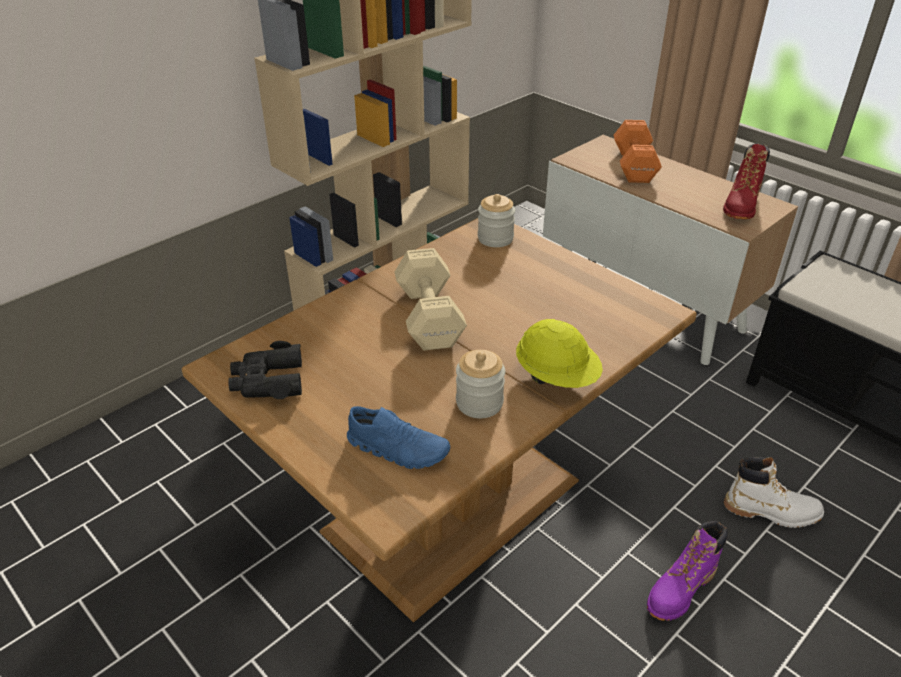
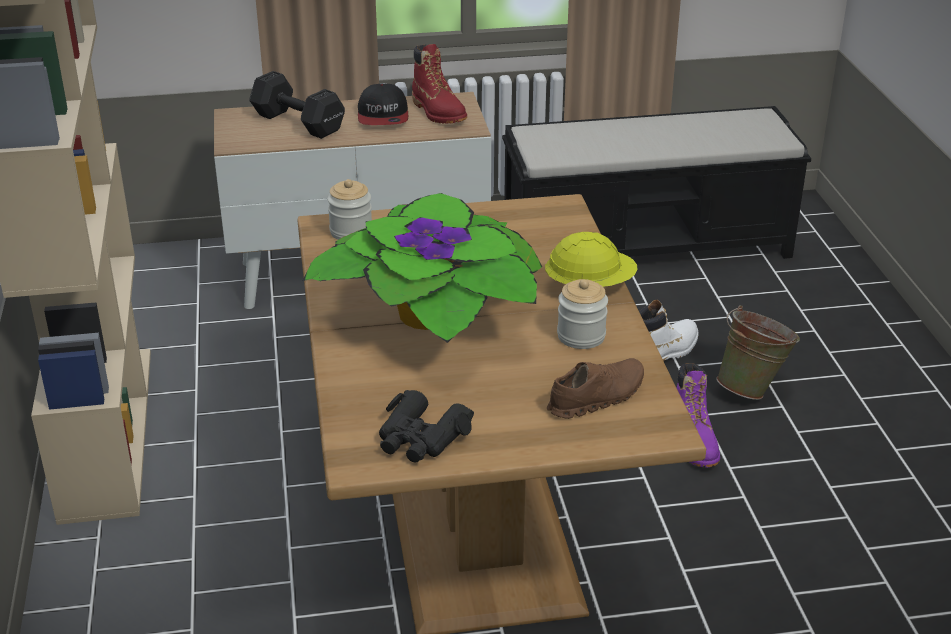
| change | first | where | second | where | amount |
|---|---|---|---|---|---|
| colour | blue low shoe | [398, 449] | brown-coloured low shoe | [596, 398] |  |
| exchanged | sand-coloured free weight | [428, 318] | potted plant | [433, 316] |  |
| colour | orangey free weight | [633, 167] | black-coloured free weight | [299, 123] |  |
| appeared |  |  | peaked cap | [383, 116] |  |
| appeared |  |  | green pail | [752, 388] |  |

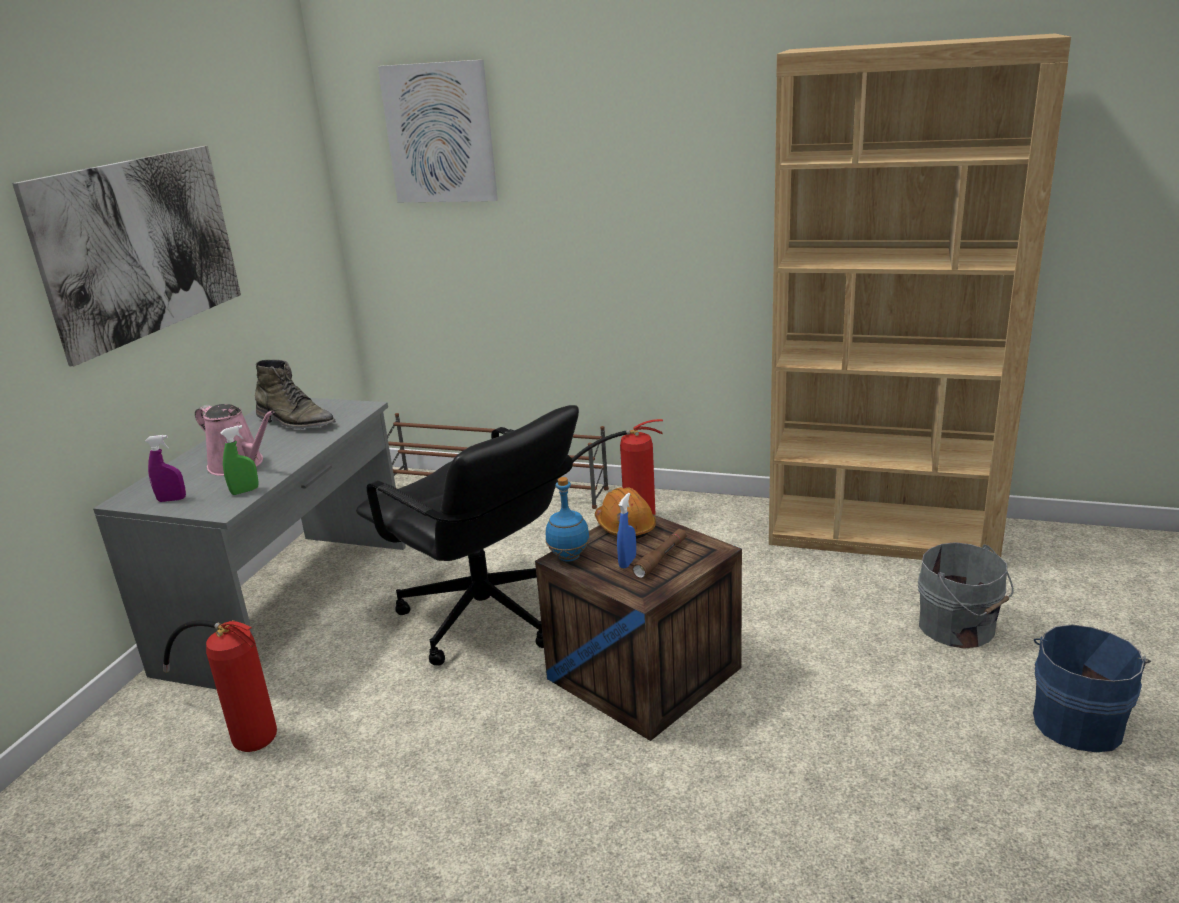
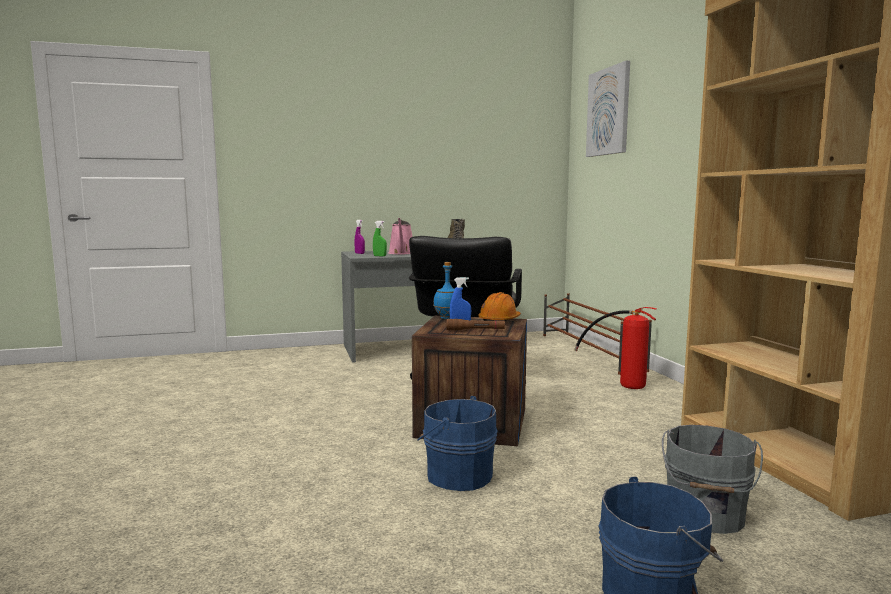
| change | first | where | second | where | amount |
|---|---|---|---|---|---|
| missing | picture | [141, 247] |  |  |  |
| missing | fire-fighting cylinder | [239, 730] |  |  |  |
| appeared |  |  | blue pail | [457, 475] |  |

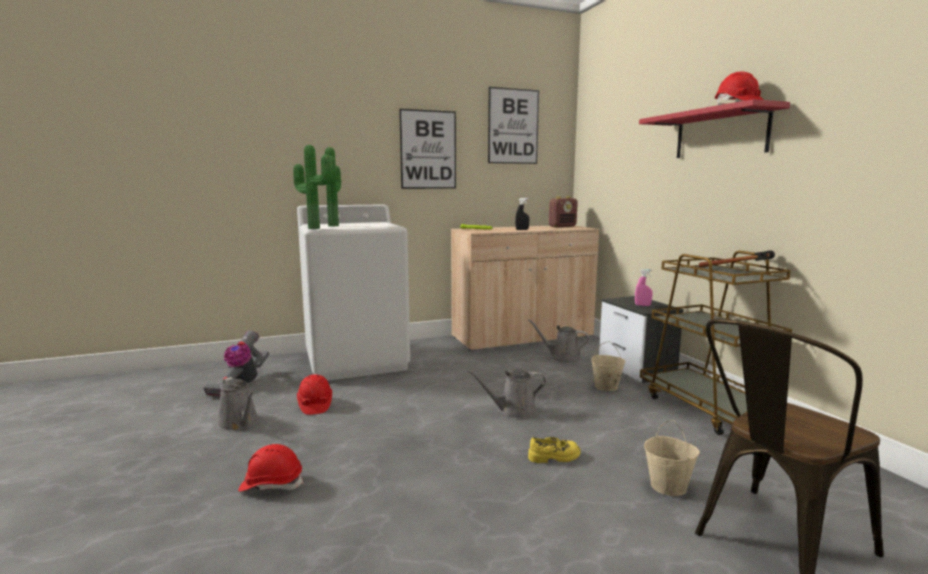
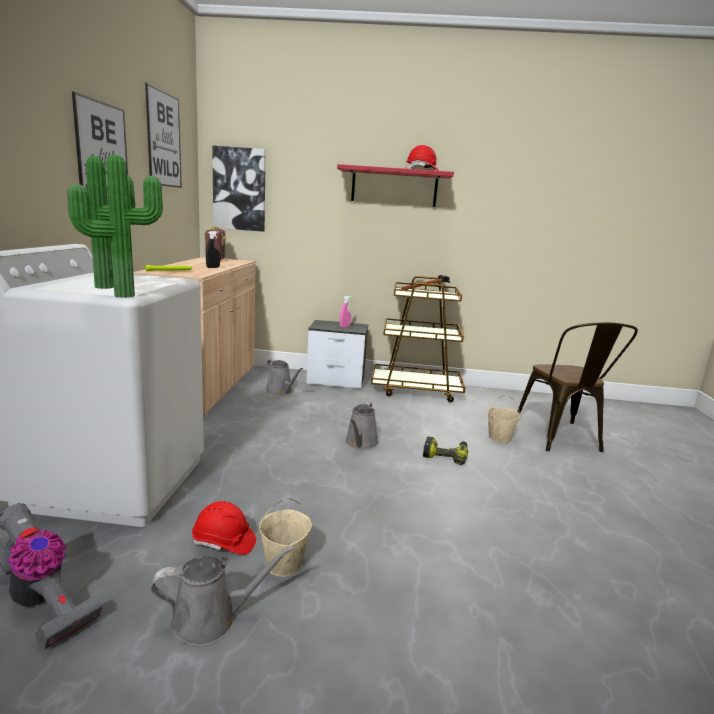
| change | first | where | second | where | amount |
|---|---|---|---|---|---|
| missing | red work helmet | [271, 484] |  |  |  |
| spun | gray sprinkling can | [562, 358] |  | [281, 391] | 90 degrees counterclockwise |
| exchanged | yellow low shoe | [554, 457] | electric drill | [445, 455] |  |
| relocated | sand-coloured pail | [606, 387] |  | [284, 564] |  |
| appeared |  |  | picture | [239, 189] |  |

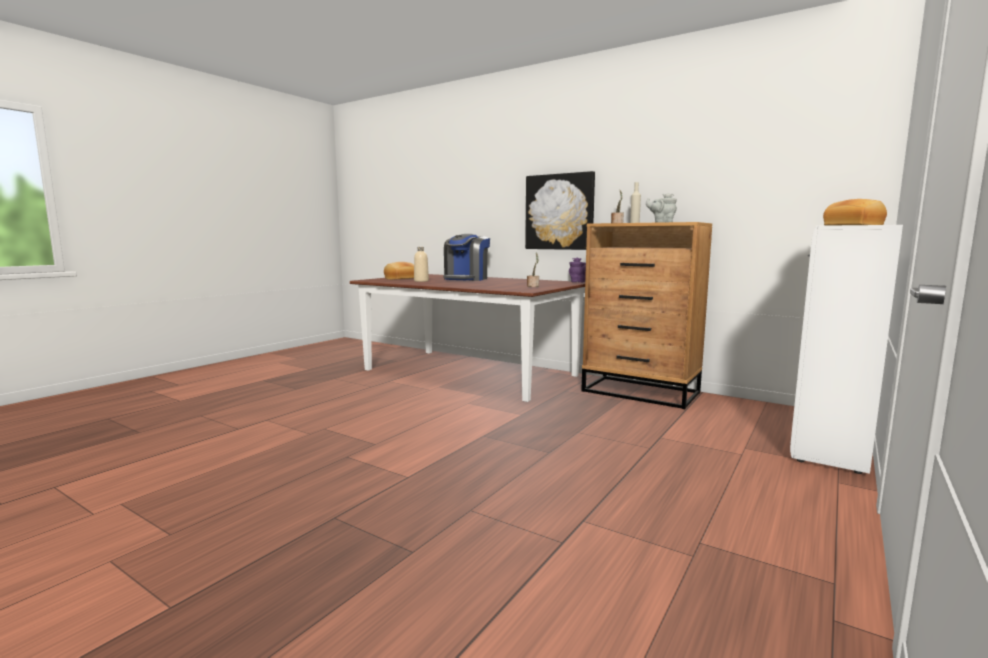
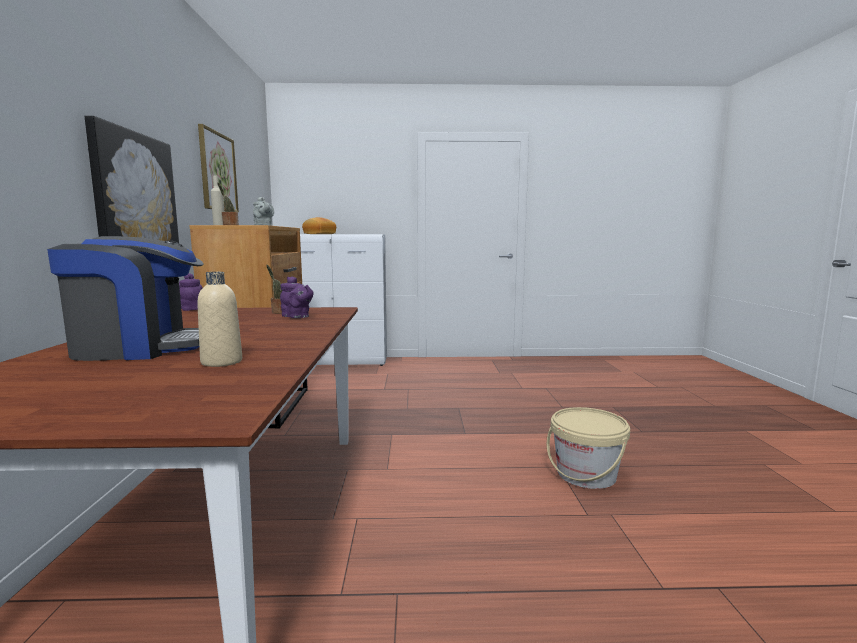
| change | first | where | second | where | amount |
|---|---|---|---|---|---|
| missing | bakery bread | [401, 278] |  |  |  |
| appeared |  |  | picture | [217, 172] |  |
| appeared |  |  | purplish teapot | [297, 317] |  |
| appeared |  |  | sand-coloured pail | [586, 474] |  |

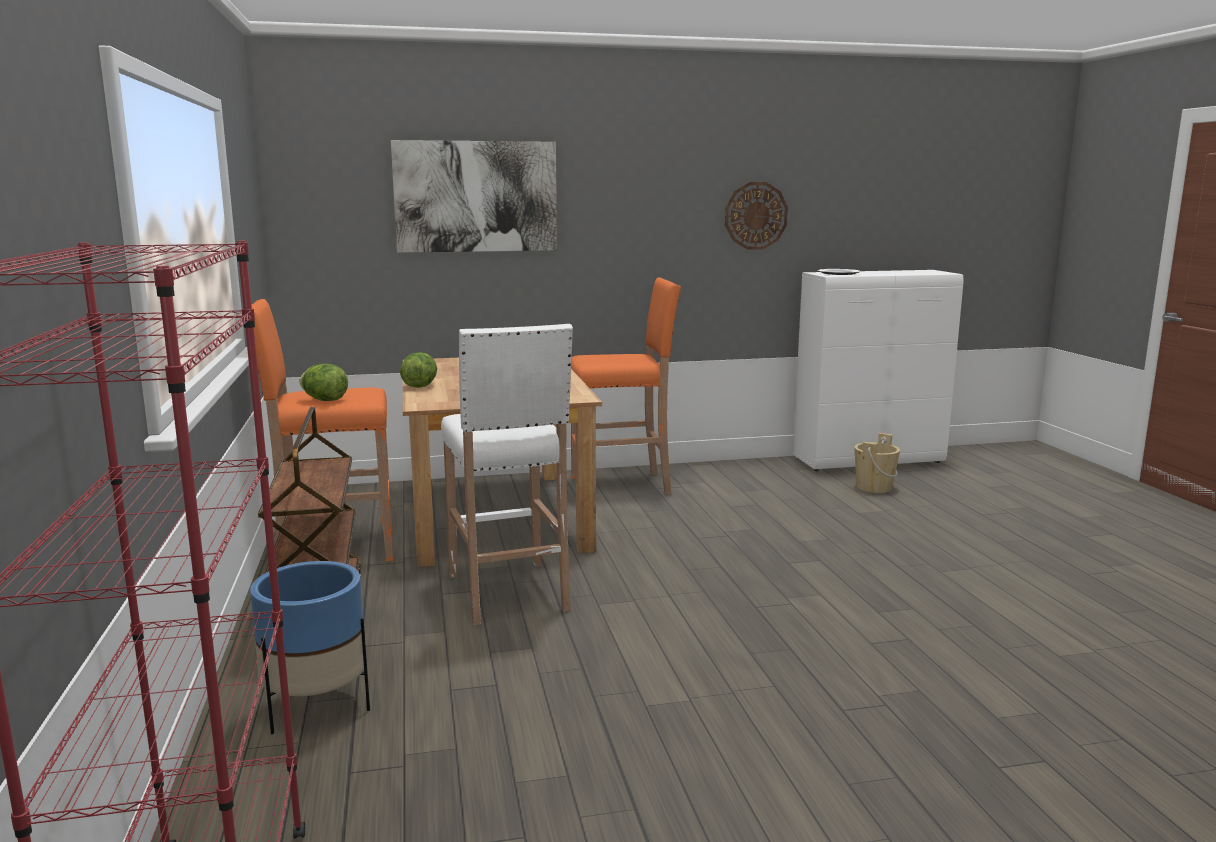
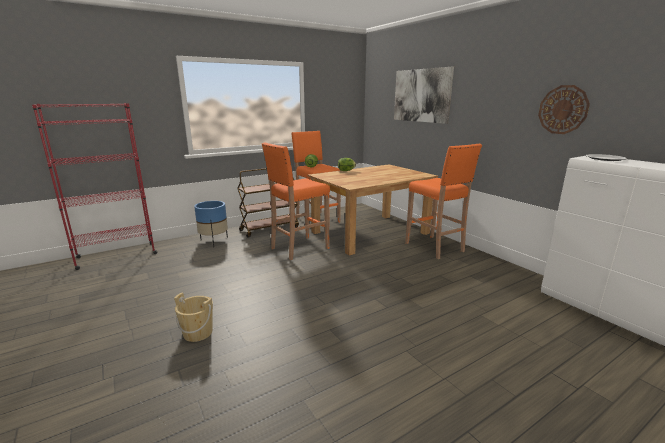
| change | first | where | second | where | amount |
|---|---|---|---|---|---|
| colour | whitish stool seat | [508, 593] | orangey stool seat | [298, 248] |  |
| relocated | sand-coloured pail | [874, 487] |  | [198, 333] |  |

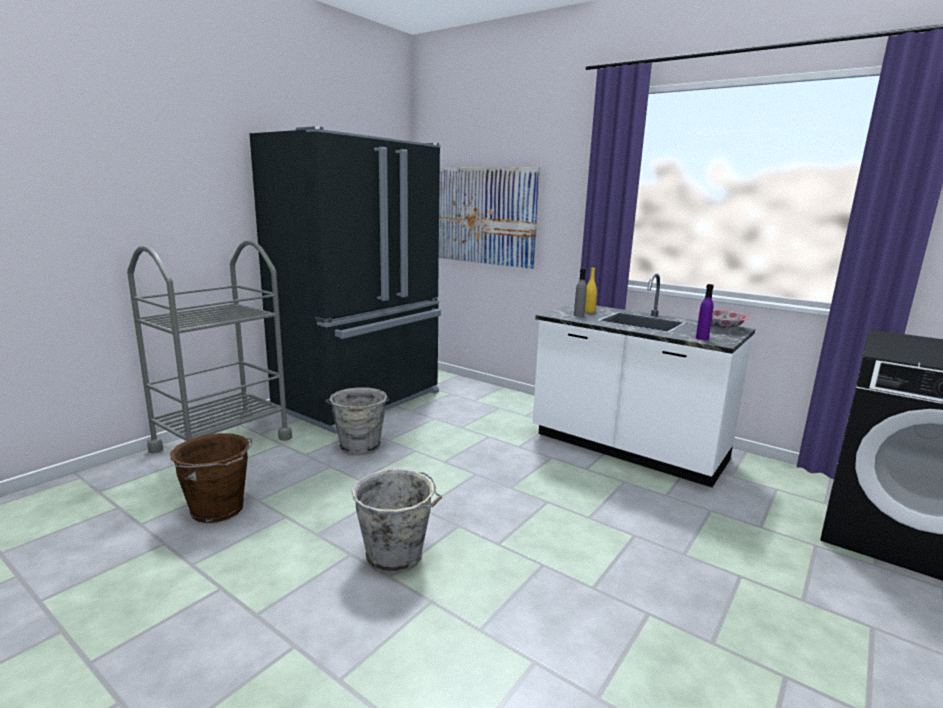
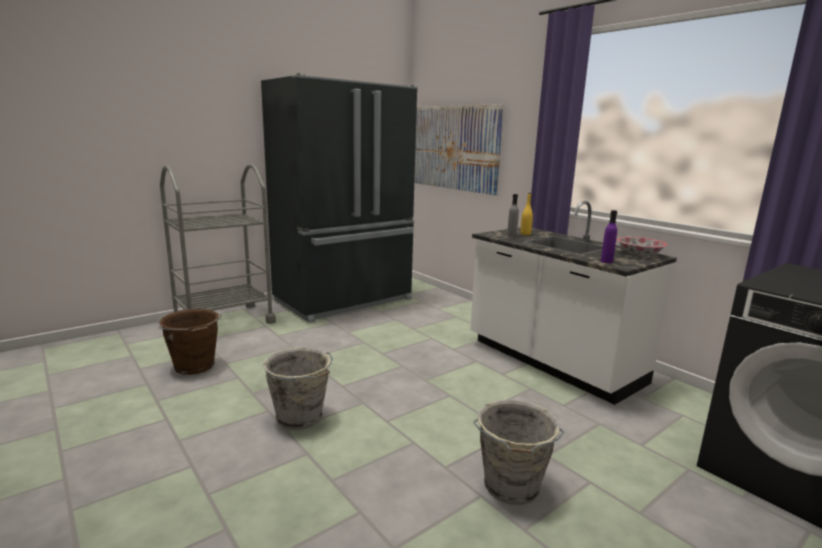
| change | first | where | second | where | amount |
|---|---|---|---|---|---|
| relocated | gray pail | [359, 447] |  | [511, 487] |  |

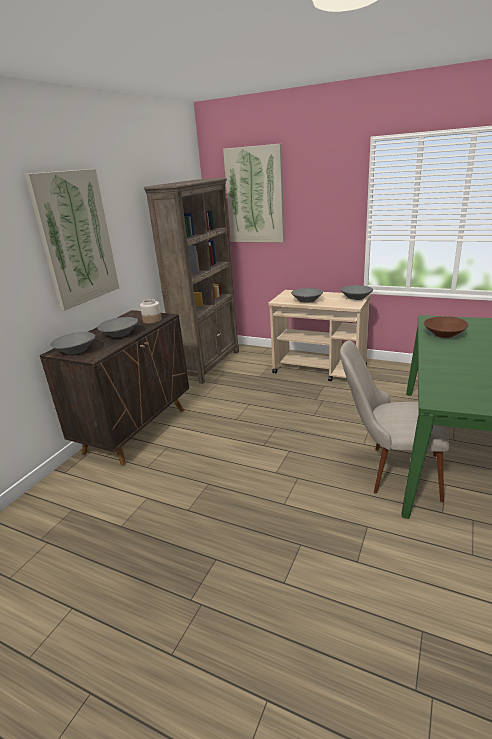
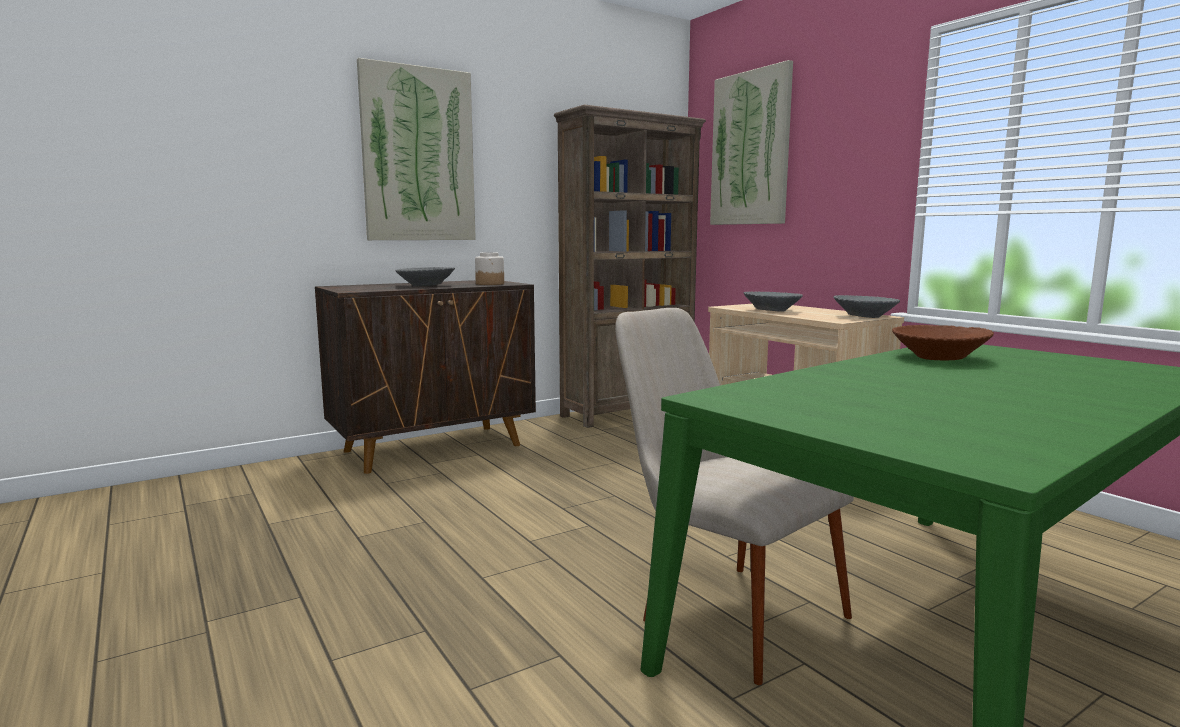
| change | first | where | second | where | amount |
|---|---|---|---|---|---|
| missing | gray serving bowl | [75, 351] |  |  |  |

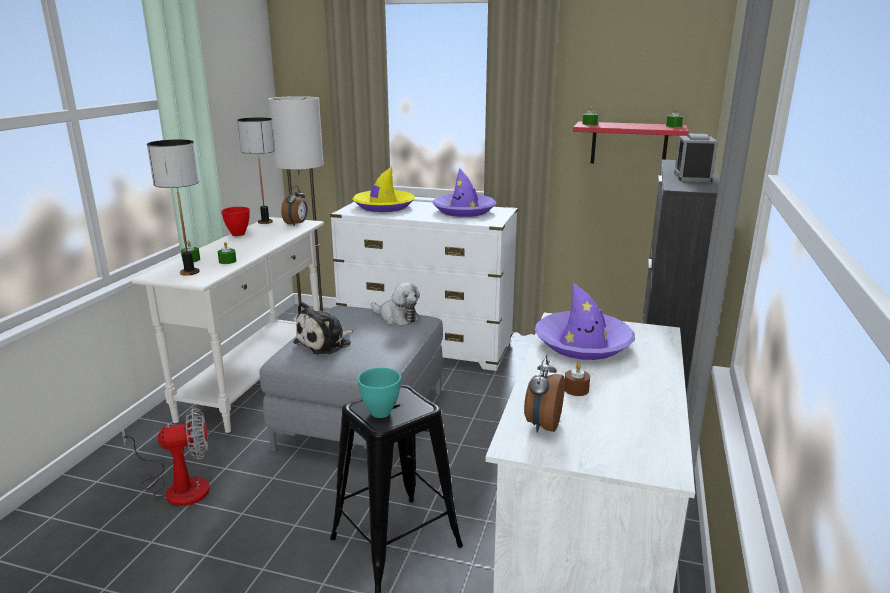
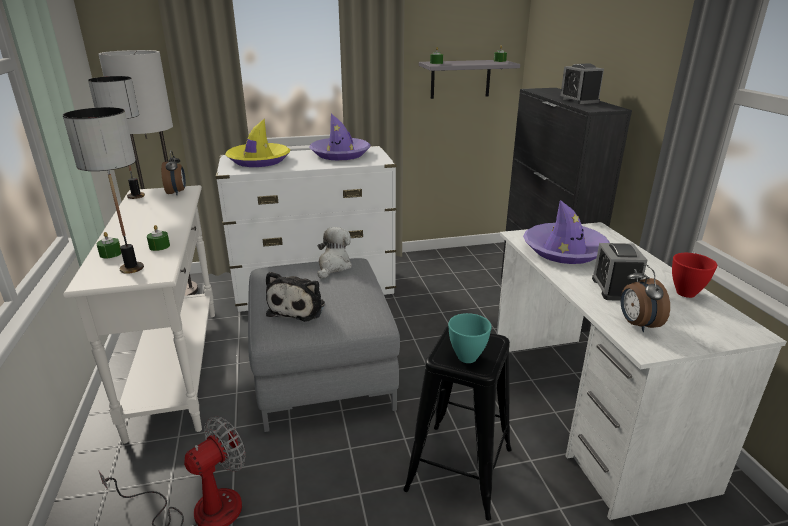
| change | first | where | second | where | amount |
|---|---|---|---|---|---|
| relocated | red serving bowl | [237, 234] |  | [685, 293] |  |
| spun | plush toy | [396, 317] |  | [333, 266] | 75 degrees counterclockwise |
| exchanged | brown-coloured wax candle | [576, 389] | bedside clock | [614, 288] |  |
| colour | red wall shelf | [629, 144] | gray wall shelf | [460, 79] |  |

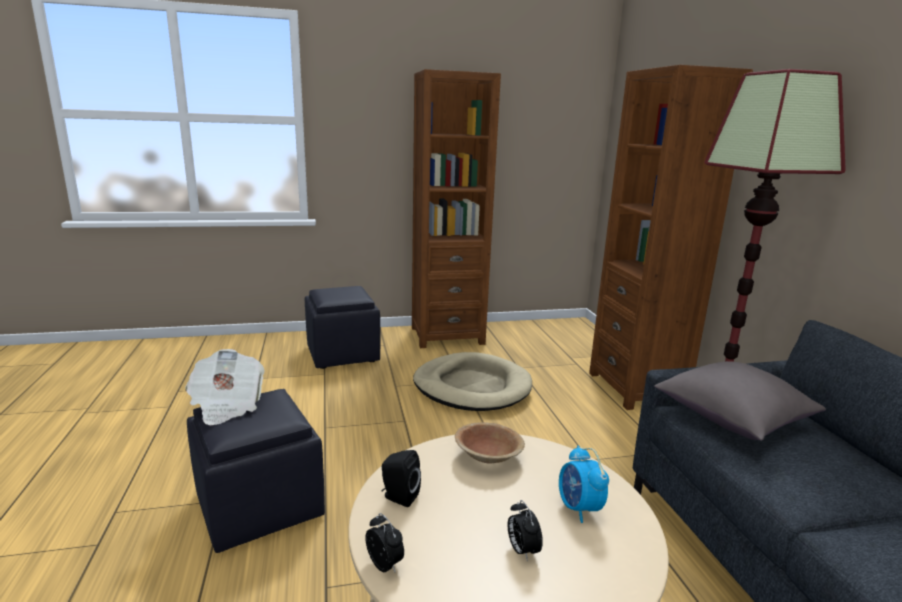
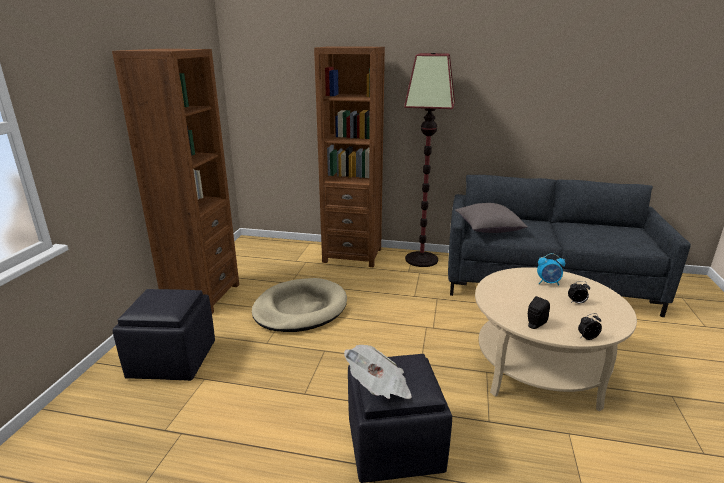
| change | first | where | second | where | amount |
|---|---|---|---|---|---|
| missing | brown-coloured serving bowl | [488, 456] |  |  |  |

